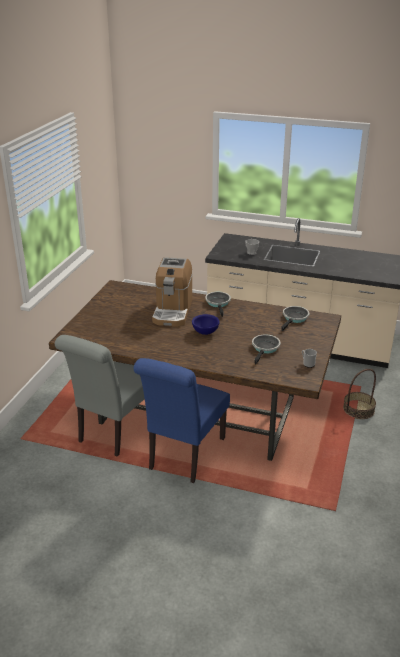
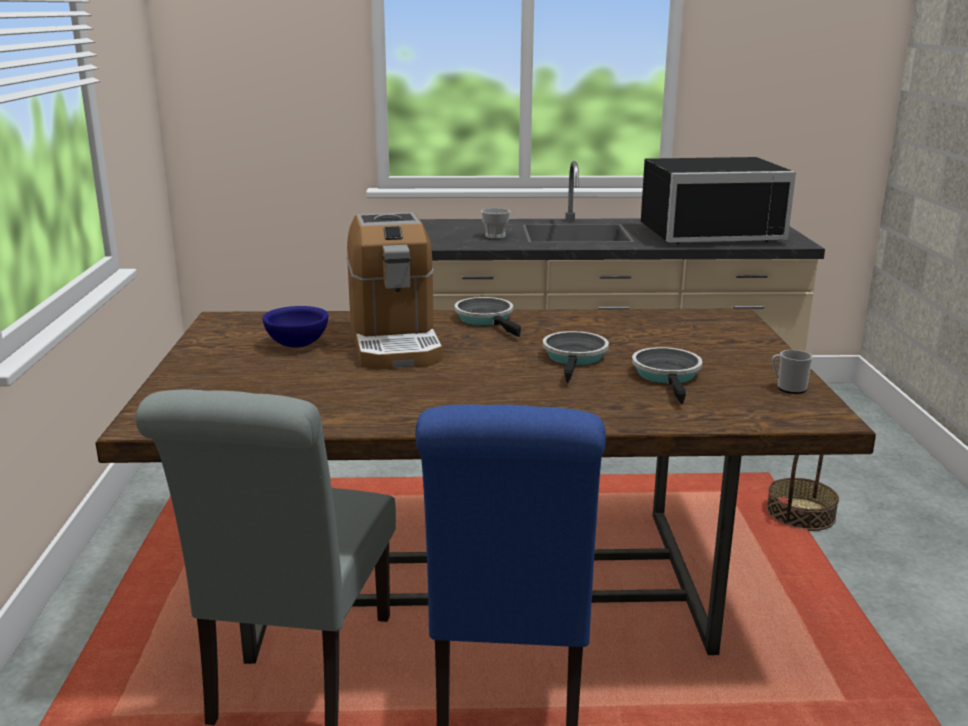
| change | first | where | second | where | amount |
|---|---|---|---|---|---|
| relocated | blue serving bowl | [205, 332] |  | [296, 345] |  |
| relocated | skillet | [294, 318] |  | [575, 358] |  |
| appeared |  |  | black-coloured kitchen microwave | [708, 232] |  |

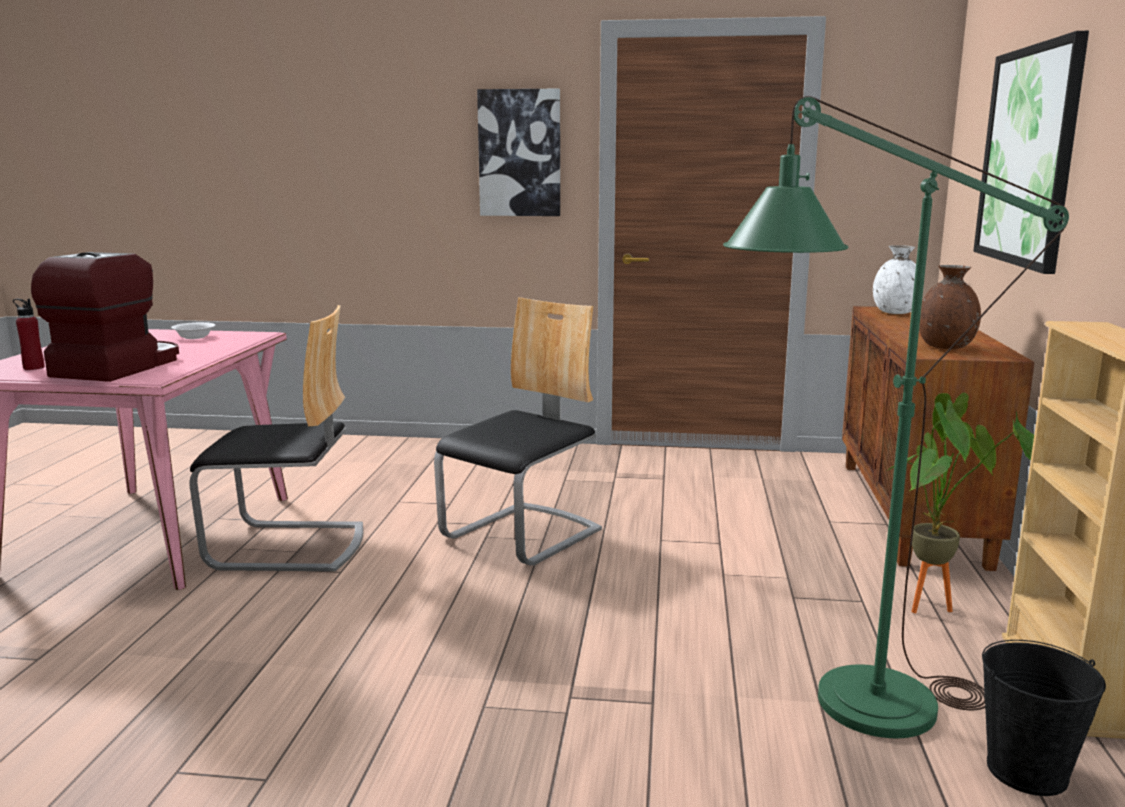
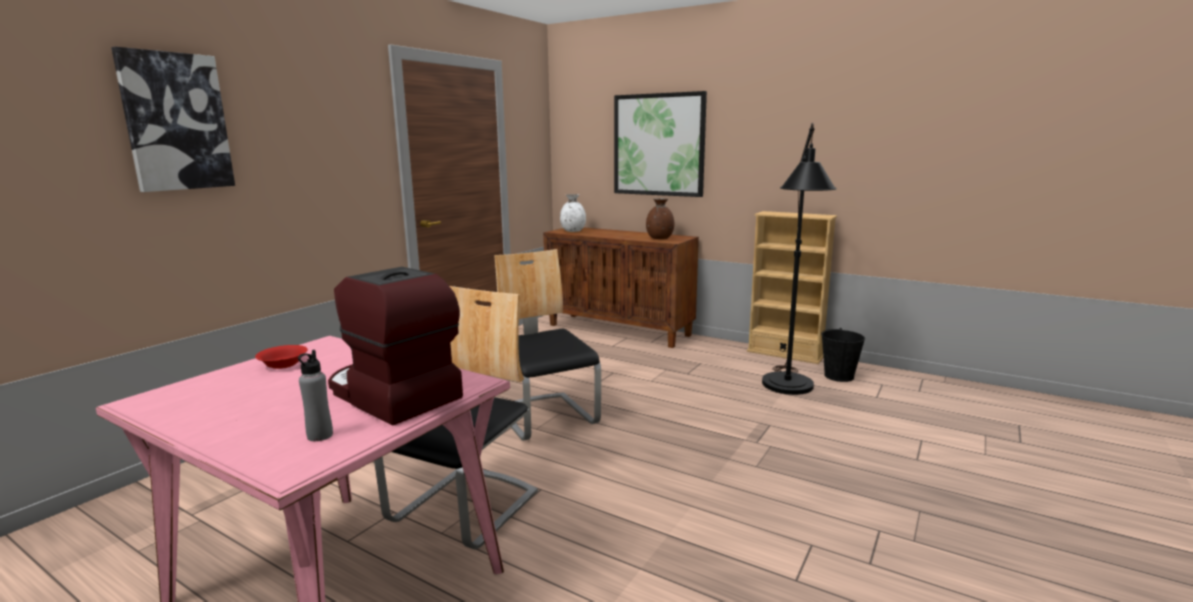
| change | first | where | second | where | amount |
|---|---|---|---|---|---|
| colour | red bottle | [33, 368] | gray bottle | [320, 435] |  |
| colour | whitish serving bowl | [194, 337] | red serving bowl | [282, 365] |  |
| relocated | picture | [520, 153] |  | [176, 122] |  |
| colour | green floor lamp | [844, 707] | black-coloured floor lamp | [788, 390] |  |
| missing | potted plant | [936, 605] |  |  |  |

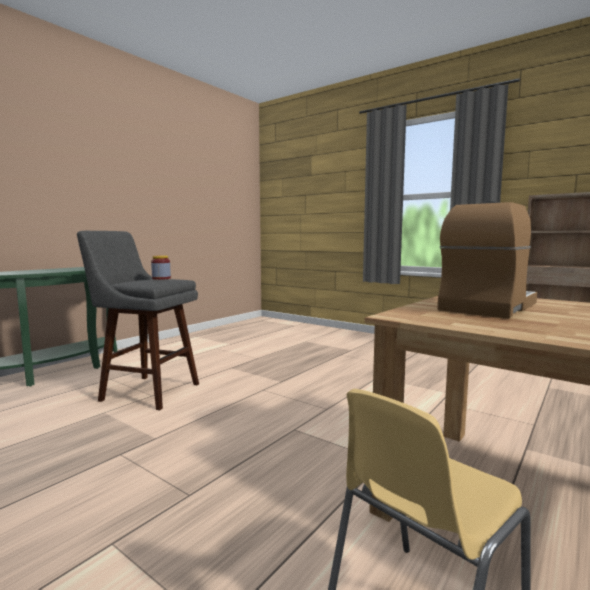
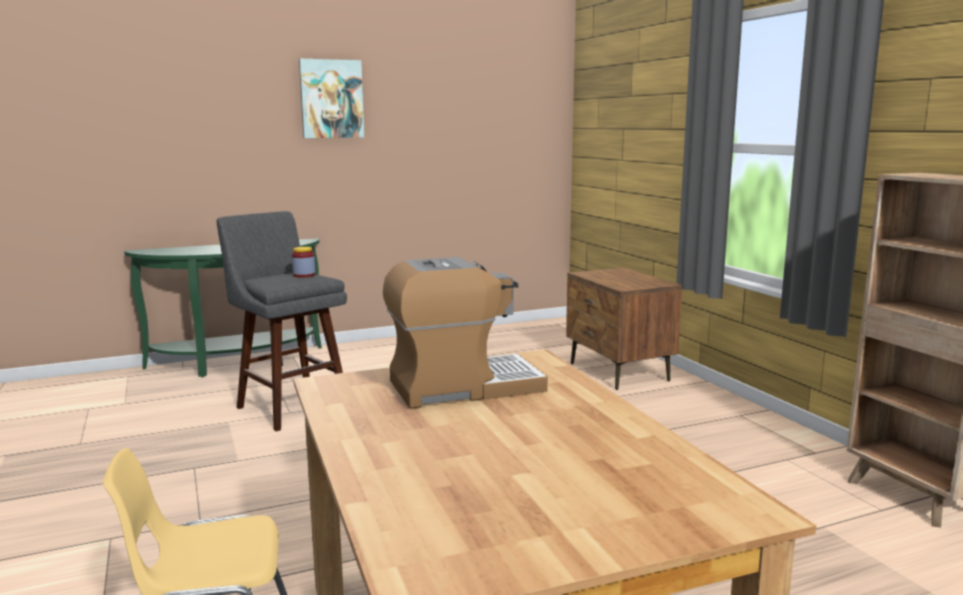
| change | first | where | second | where | amount |
|---|---|---|---|---|---|
| appeared |  |  | picture | [331, 99] |  |
| appeared |  |  | brown-coloured night table | [618, 372] |  |

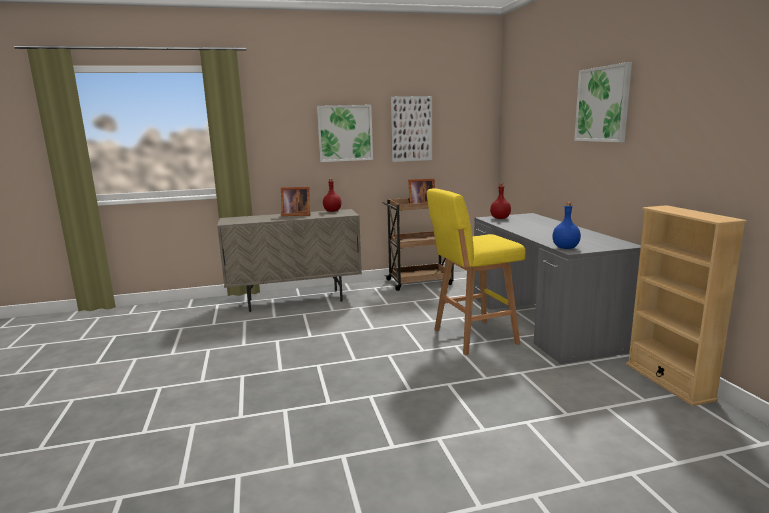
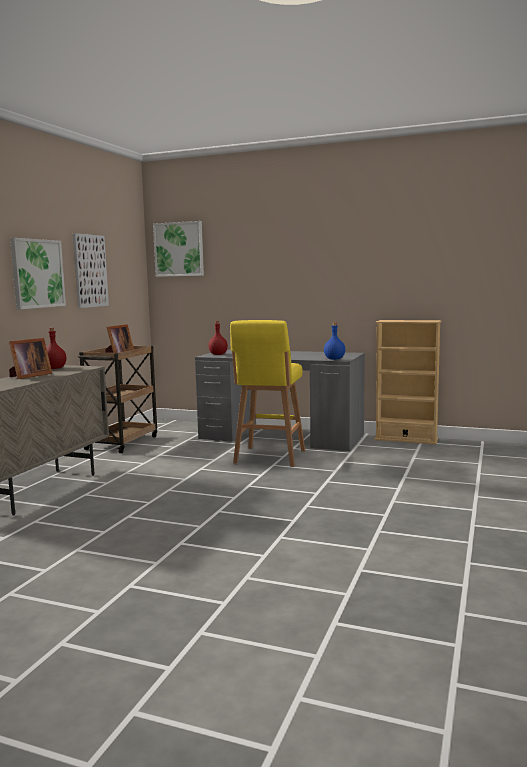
| change | first | where | second | where | amount |
|---|---|---|---|---|---|
| relocated | picture | [602, 104] |  | [179, 249] |  |

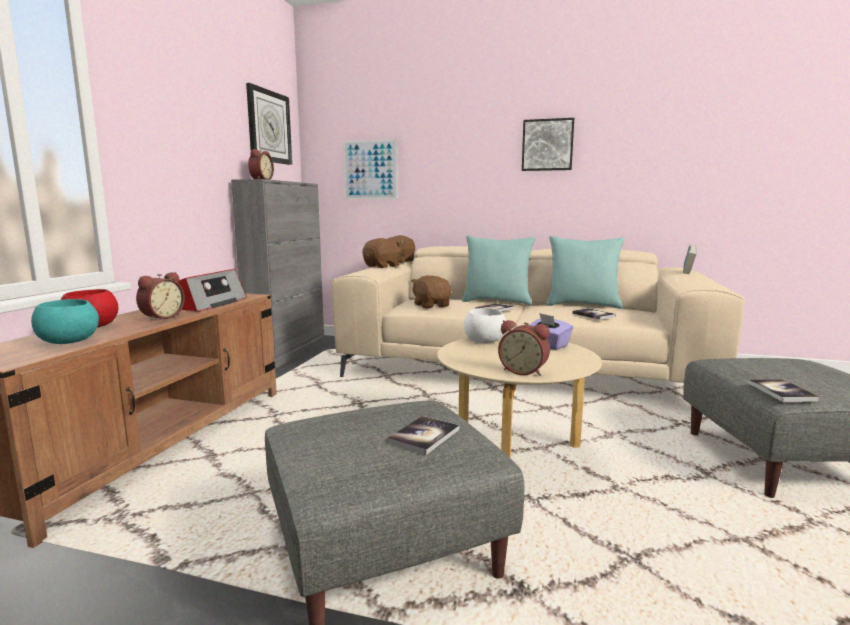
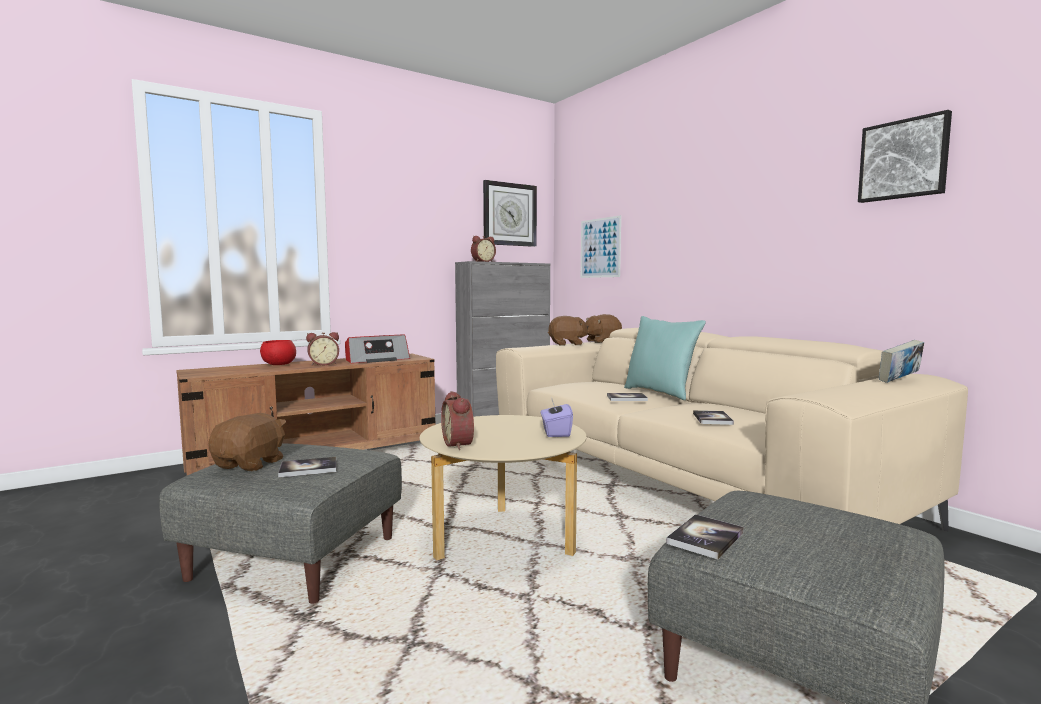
| change | first | where | second | where | amount |
|---|---|---|---|---|---|
| missing | turquoise serving bowl | [68, 342] |  |  |  |
| relocated | brown-coloured plush toy | [431, 305] |  | [251, 464] |  |
| missing | whitish serving bowl | [484, 342] |  |  |  |
| relocated | picture | [547, 145] |  | [904, 159] |  |
| missing | turquoise pillow | [582, 305] |  |  |  |

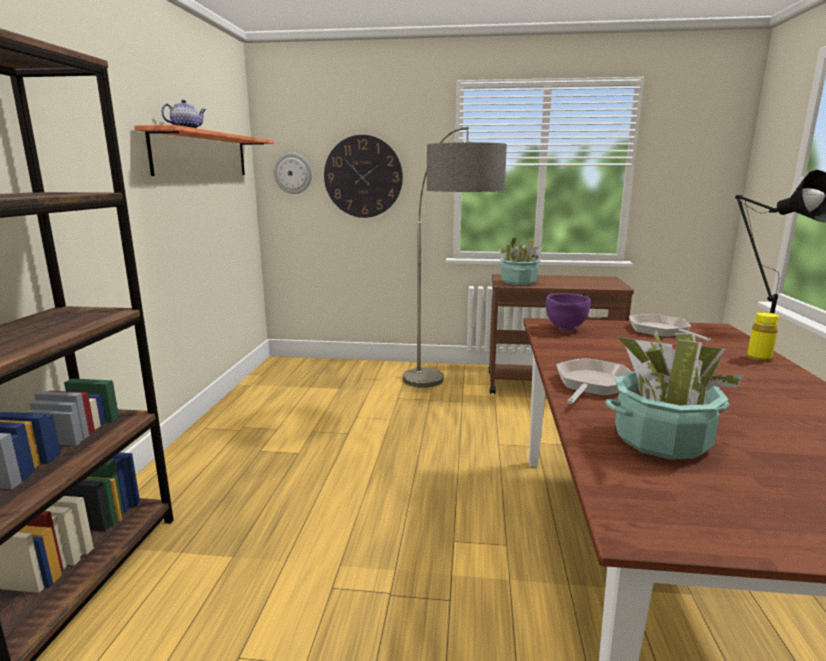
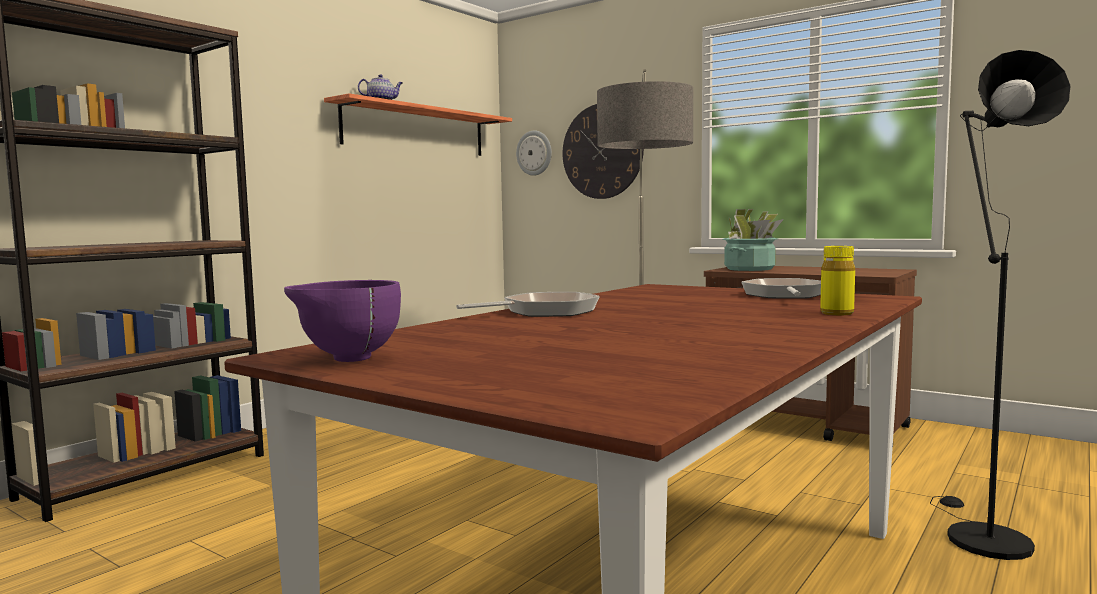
| change | first | where | second | where | amount |
|---|---|---|---|---|---|
| relocated | purplish serving bowl | [565, 329] |  | [346, 359] |  |
| missing | potted plant | [661, 440] |  |  |  |

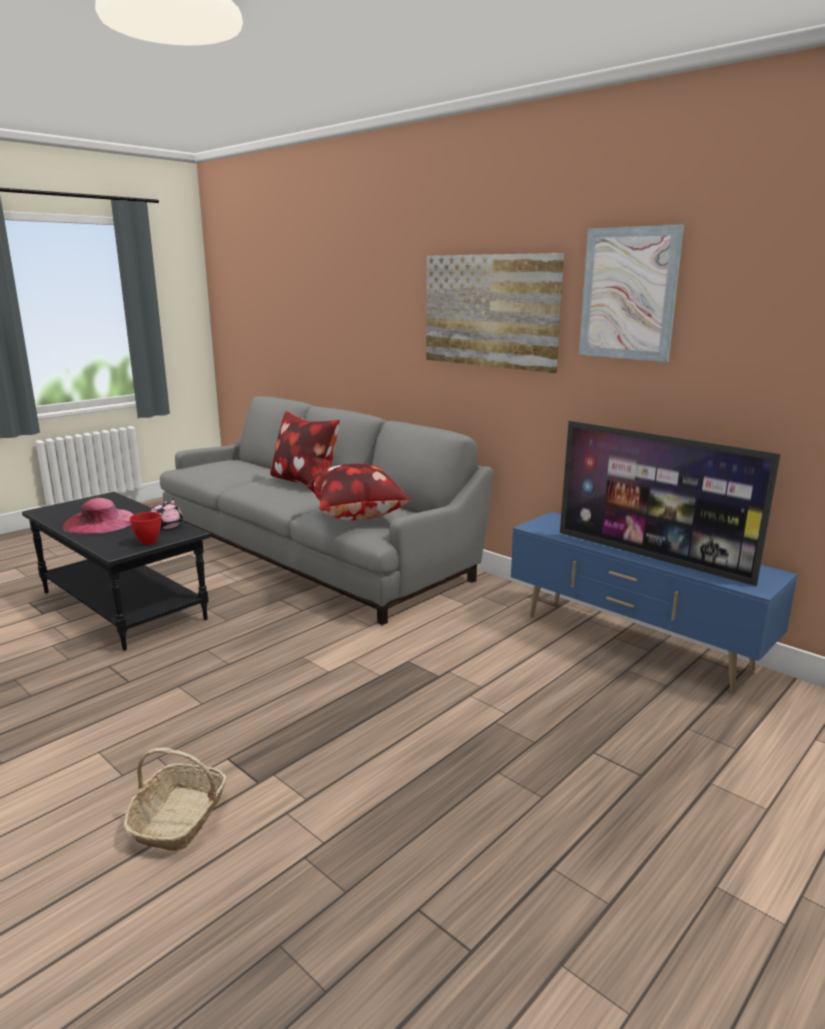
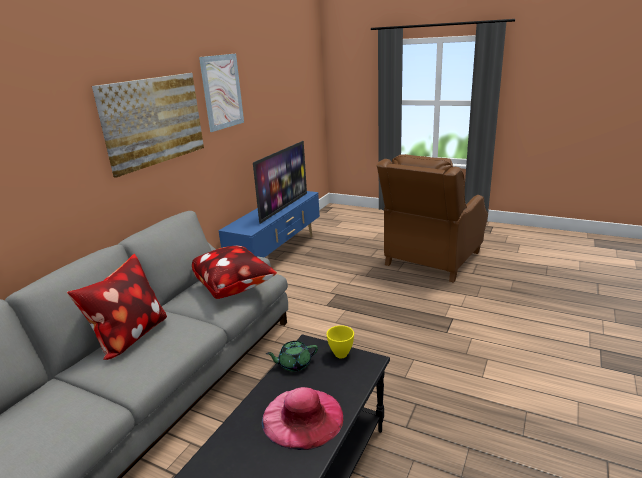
| change | first | where | second | where | amount |
|---|---|---|---|---|---|
| missing | storage basket | [179, 818] |  |  |  |
| colour | red serving bowl | [148, 542] | yellow serving bowl | [341, 355] |  |
| colour | pink-coloured teapot | [167, 525] | green teapot | [294, 364] |  |
| appeared |  |  | brown-coloured armchair | [431, 260] |  |

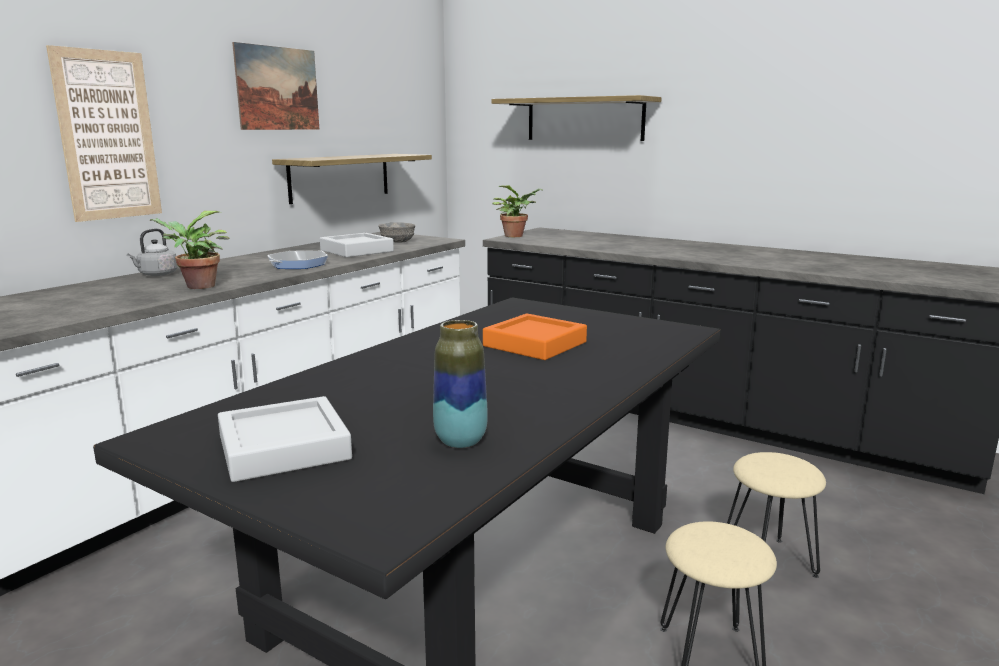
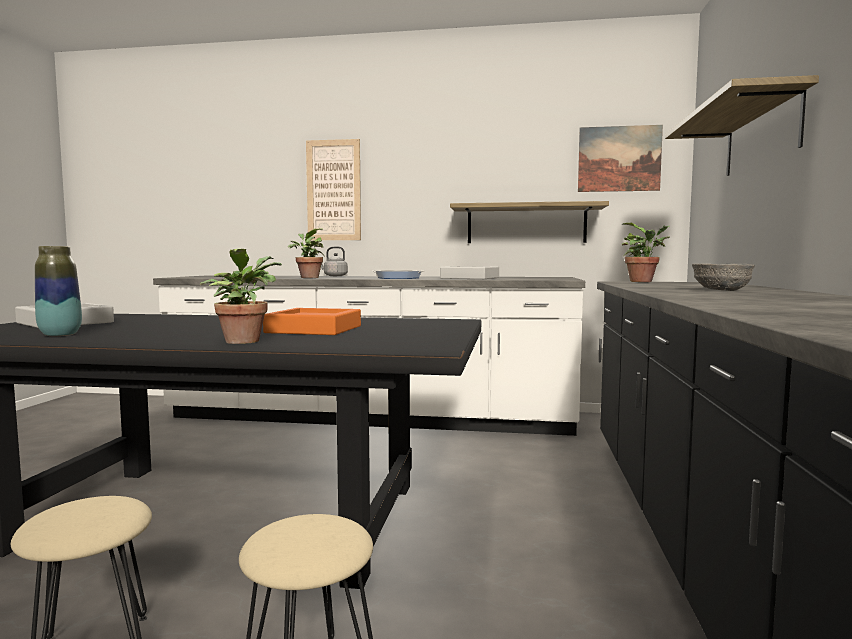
| change | first | where | second | where | amount |
|---|---|---|---|---|---|
| relocated | picture | [278, 88] |  | [619, 159] |  |
| relocated | gray serving bowl | [397, 242] |  | [720, 290] |  |
| appeared |  |  | potted plant | [243, 340] |  |

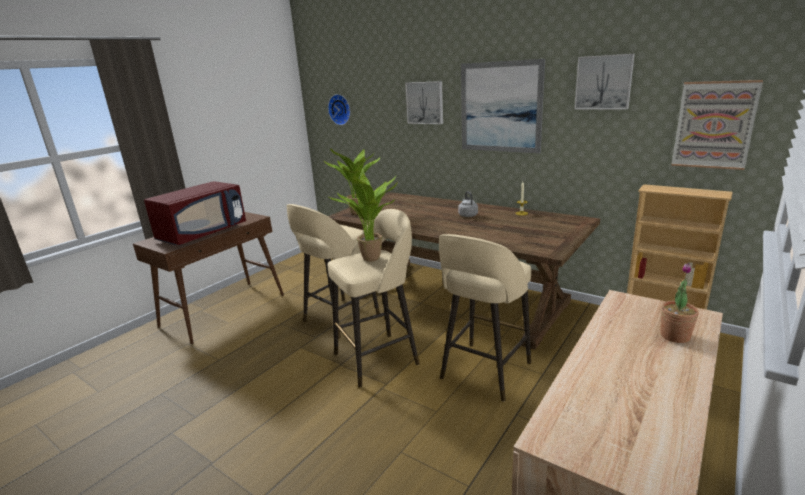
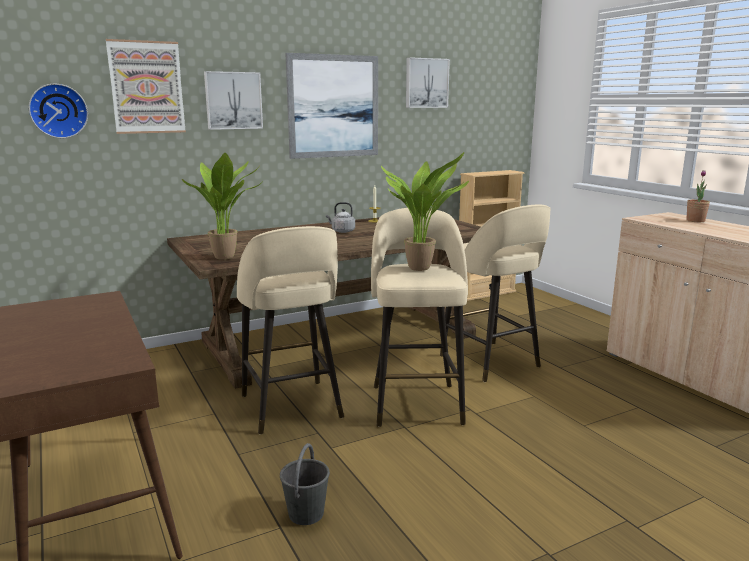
| change | first | where | second | where | amount |
|---|---|---|---|---|---|
| missing | red kitchen microwave | [203, 233] |  |  |  |
| relocated | picture | [714, 125] |  | [147, 87] |  |
| appeared |  |  | gray pail | [306, 514] |  |

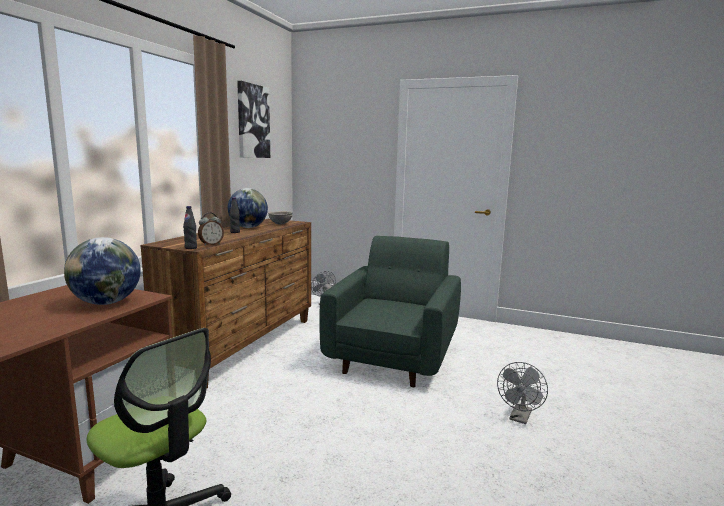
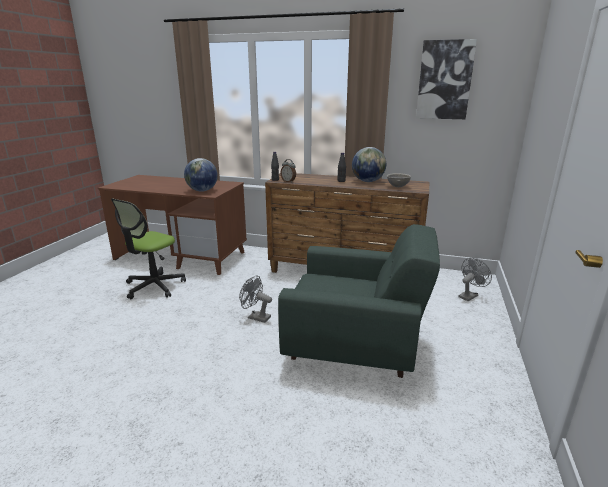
| change | first | where | second | where | amount |
|---|---|---|---|---|---|
| relocated | gray electric fan | [520, 418] |  | [256, 317] |  |

